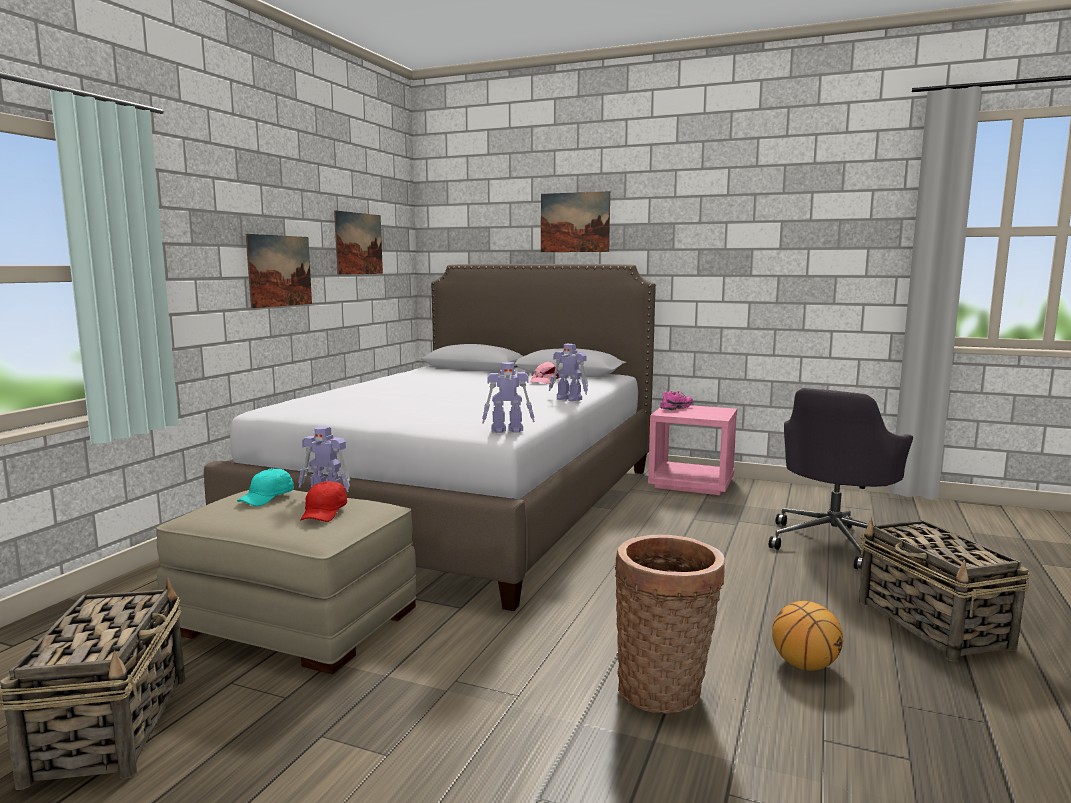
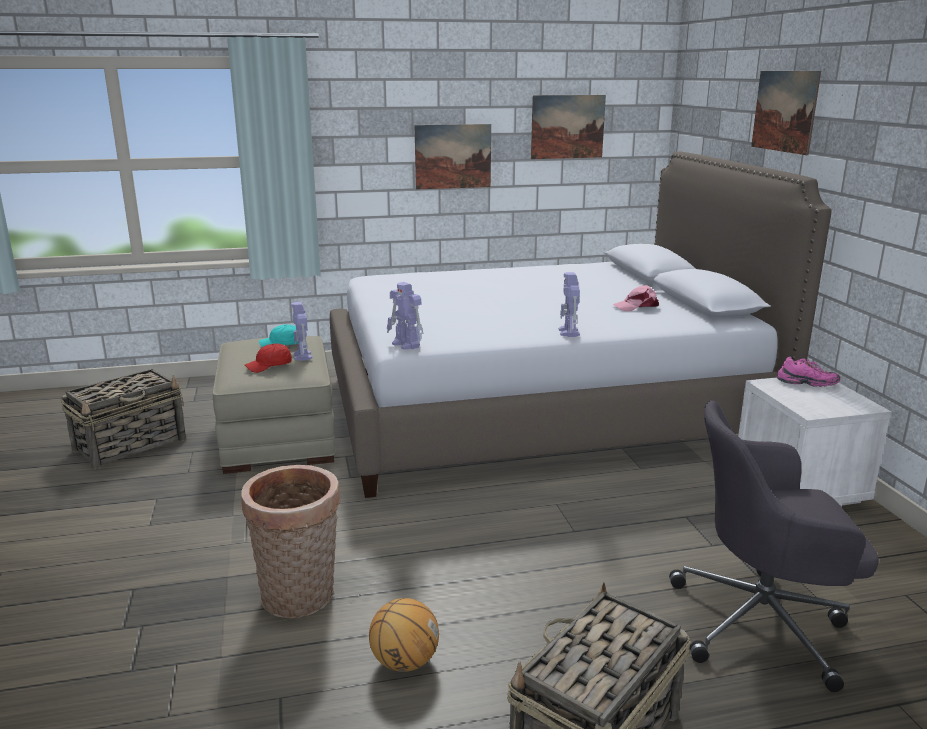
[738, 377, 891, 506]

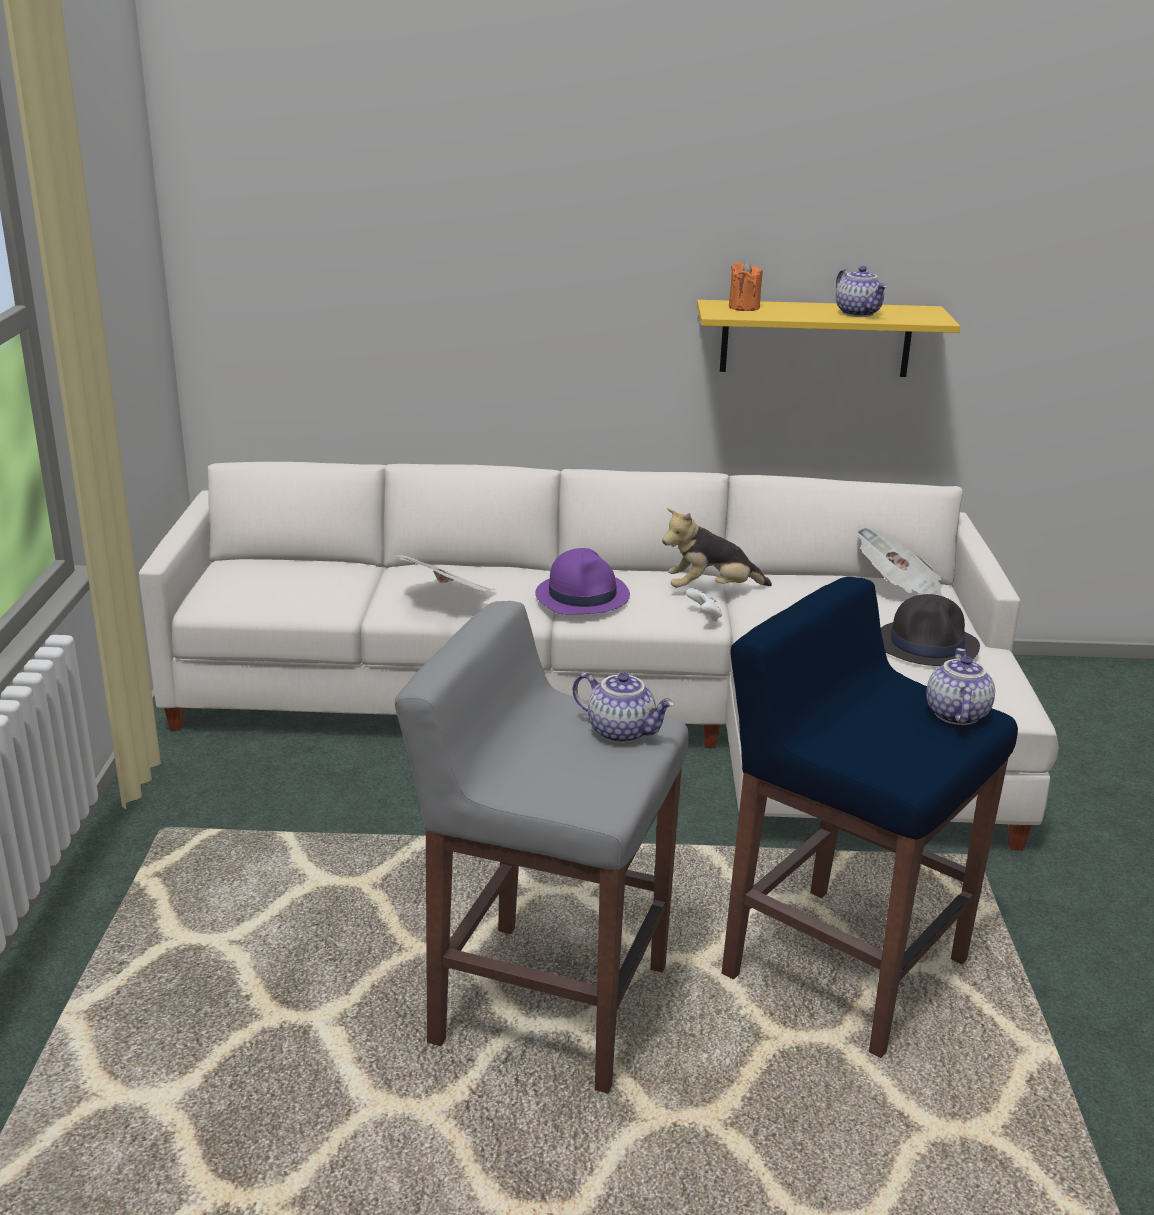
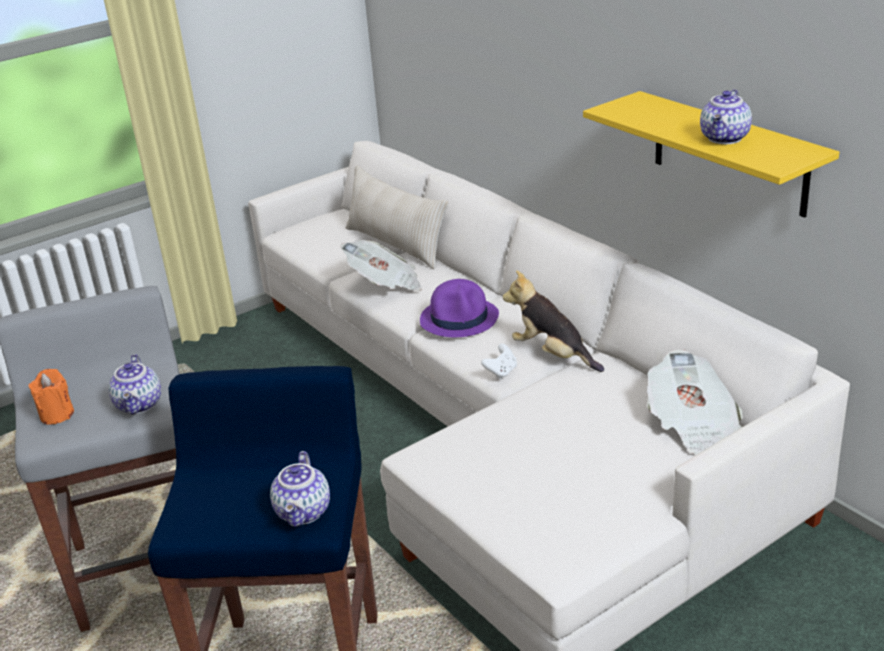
[881, 594, 980, 666] (first image)
[346, 165, 448, 269]
[28, 369, 74, 425]
[270, 451, 330, 527]

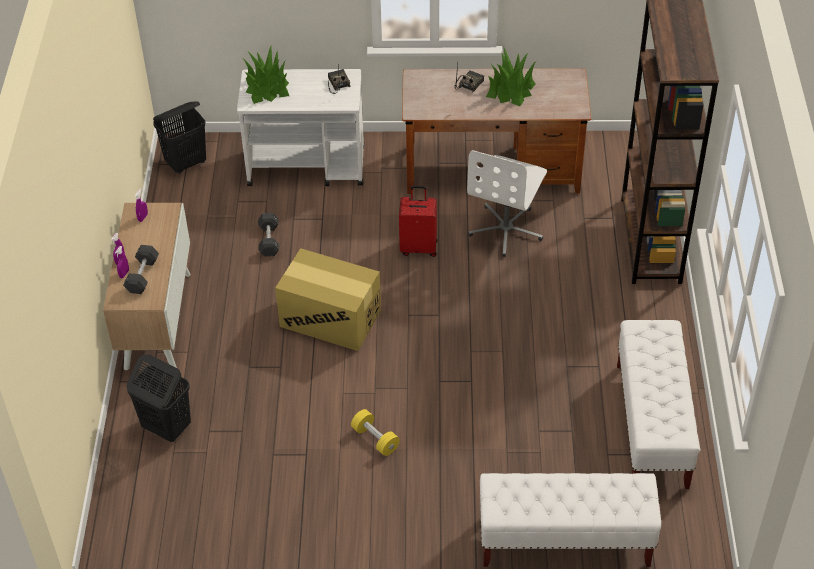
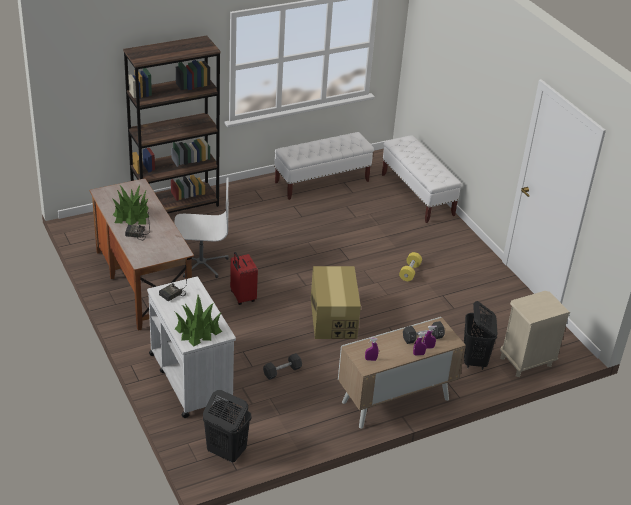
[500, 291, 570, 377]

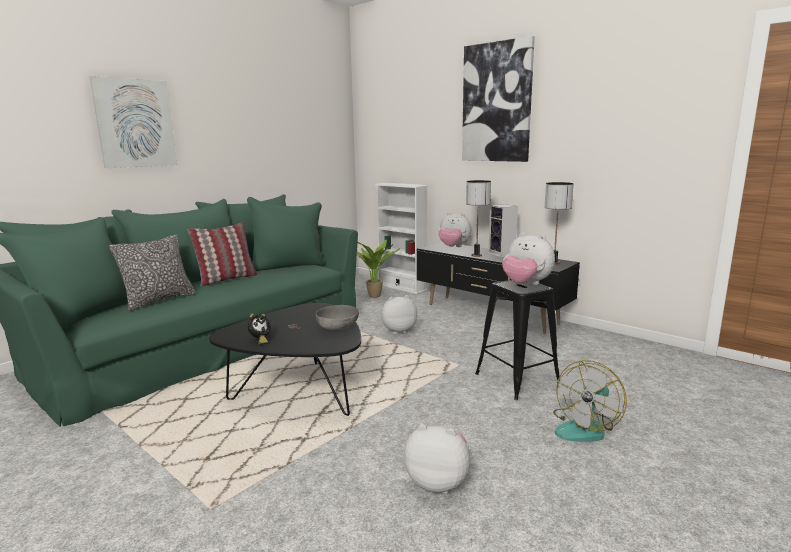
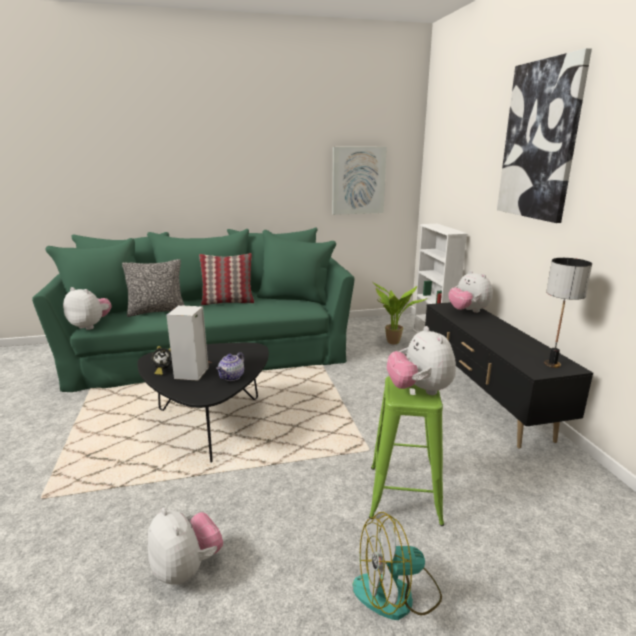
[466, 180, 491, 257] (first image)
[332, 147, 387, 215]
[63, 287, 111, 330]
[166, 305, 209, 381]
[216, 352, 244, 381]
[369, 376, 444, 526]

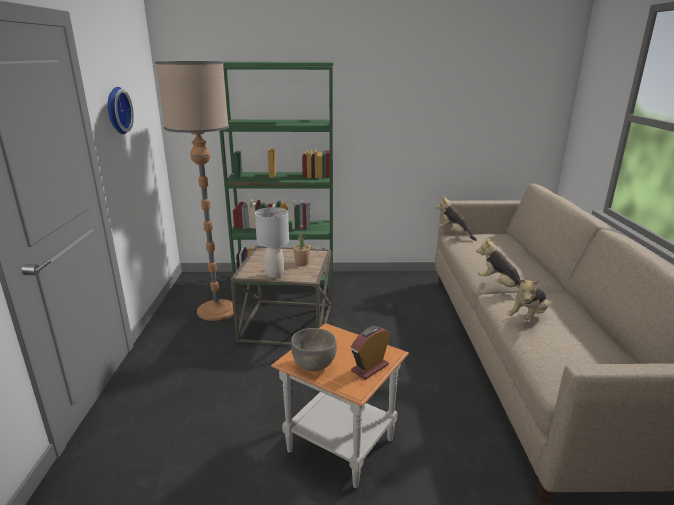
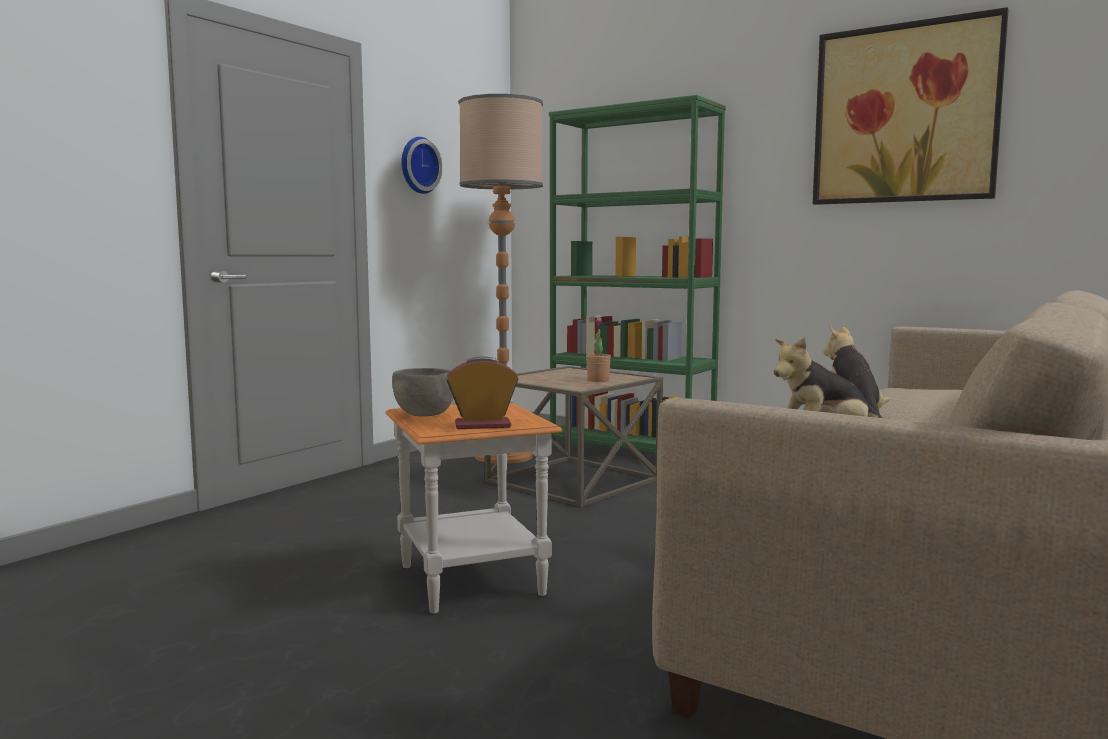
[255, 207, 289, 278] (first image)
[436, 196, 477, 241] (first image)
[813, 7, 1009, 205]

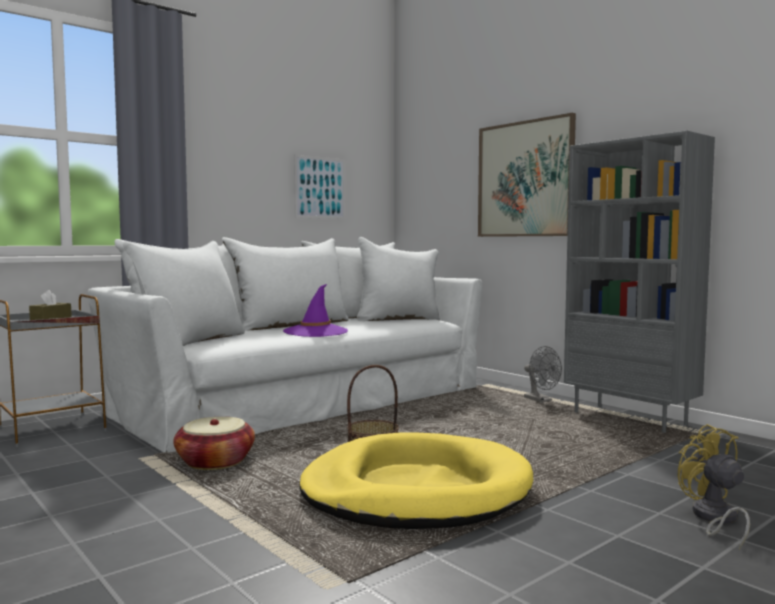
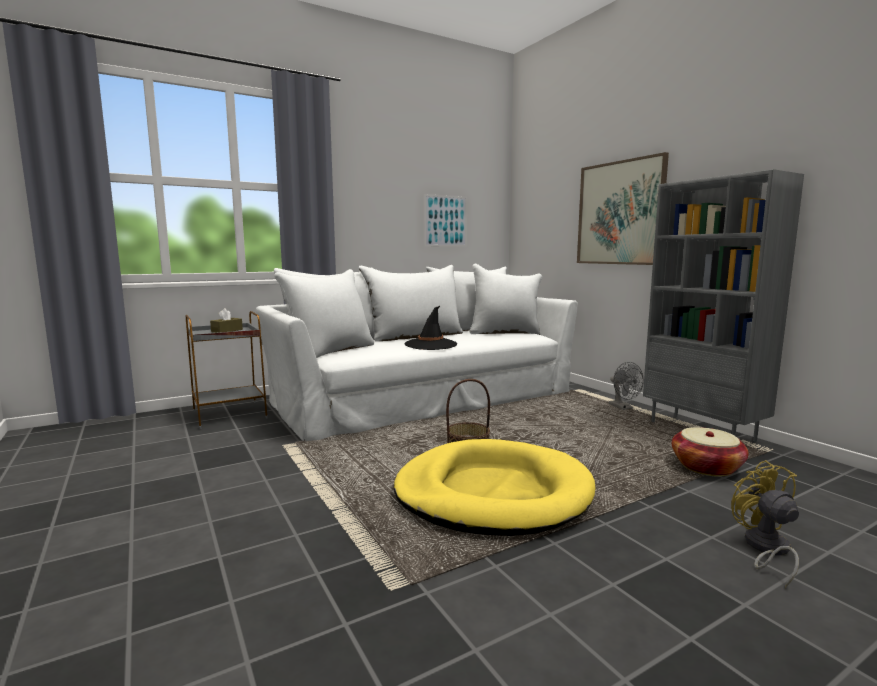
[672, 427, 749, 477]
[405, 306, 457, 350]

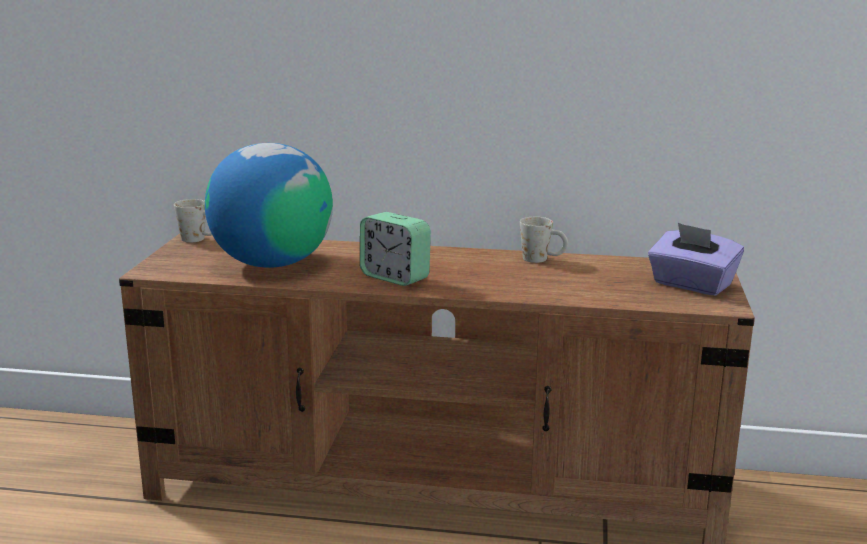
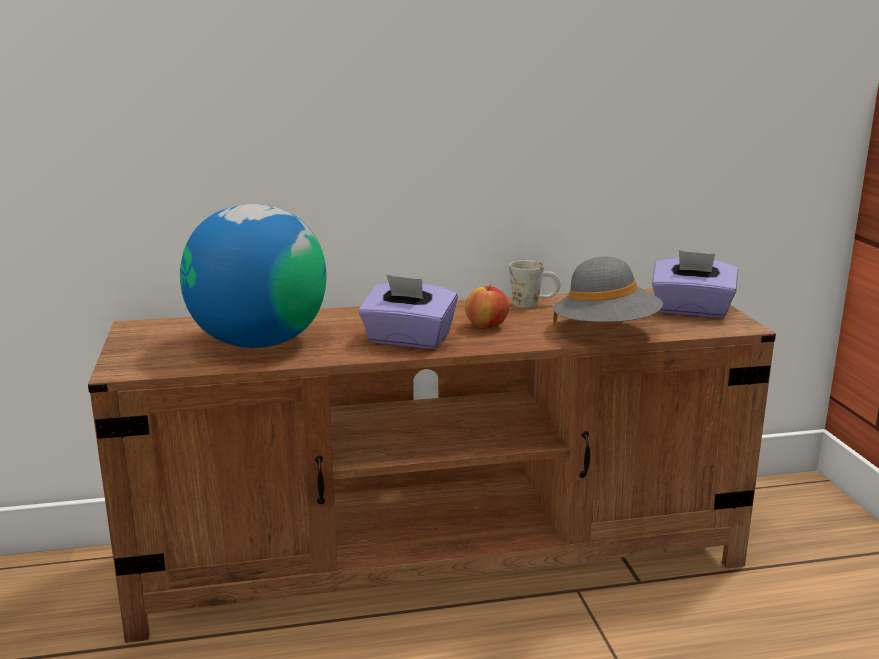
[174, 199, 212, 243] (first image)
[465, 285, 509, 328]
[553, 257, 663, 324]
[358, 274, 458, 349]

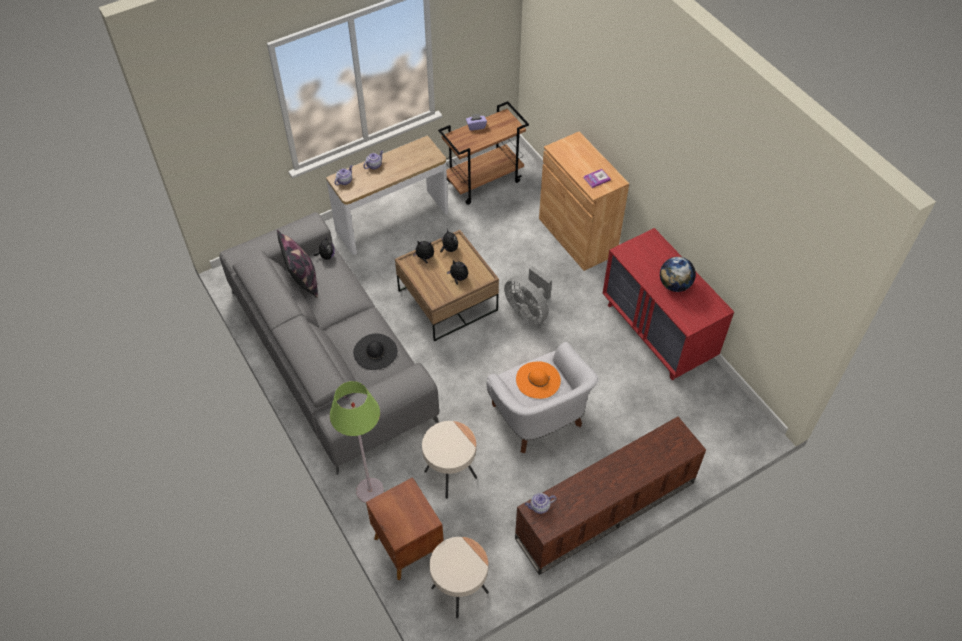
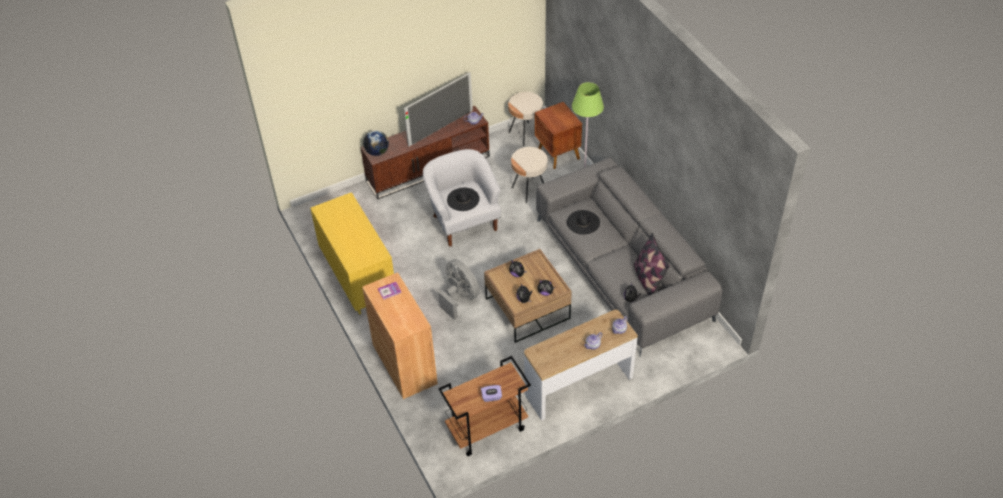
[403, 72, 473, 147]
[363, 130, 389, 156]
[447, 188, 480, 211]
[310, 192, 394, 315]

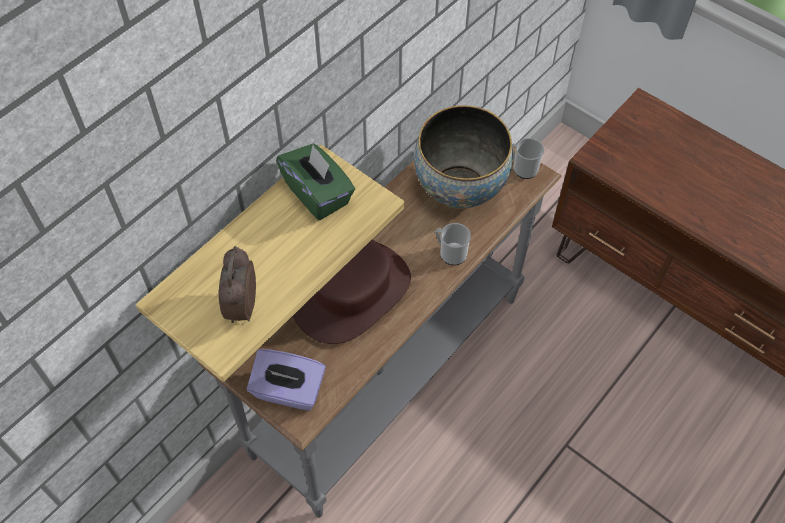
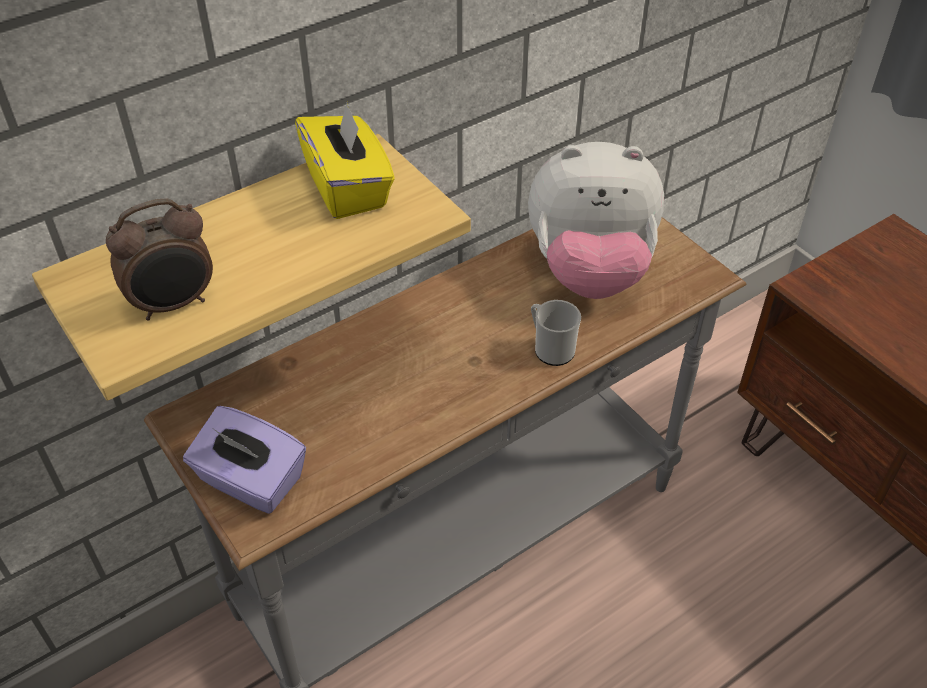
[293, 240, 411, 344] (first image)
[512, 138, 544, 179] (first image)
[528, 142, 664, 299]
[295, 103, 395, 219]
[106, 198, 213, 321]

